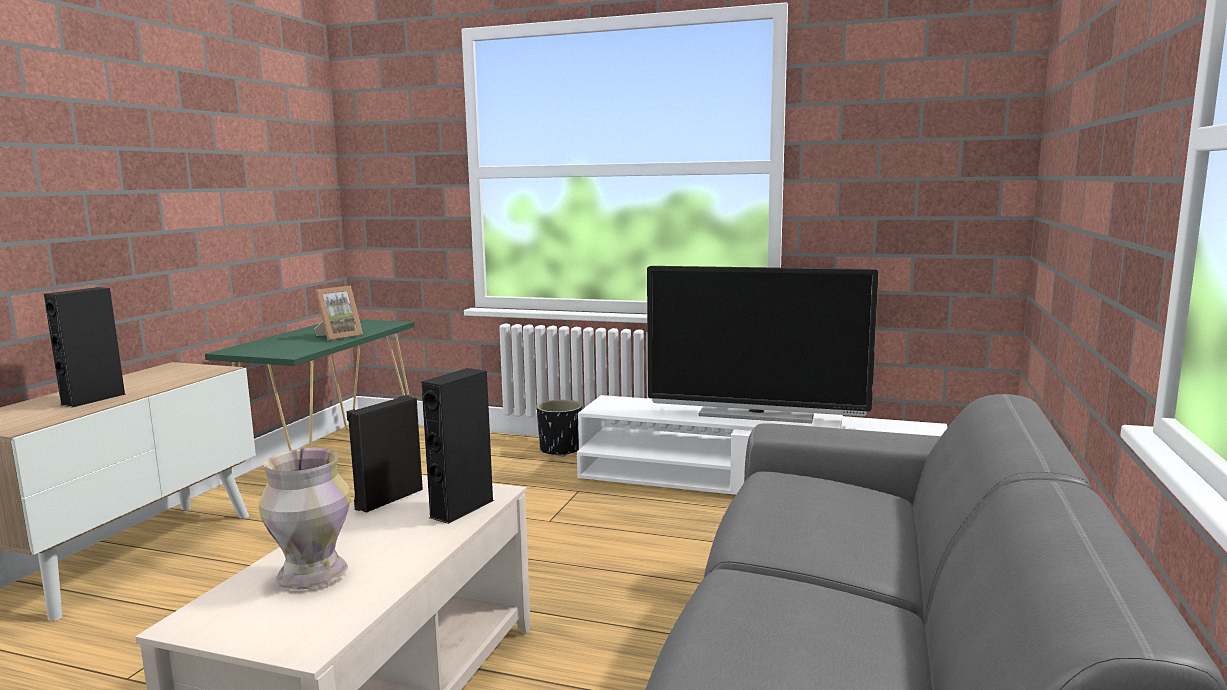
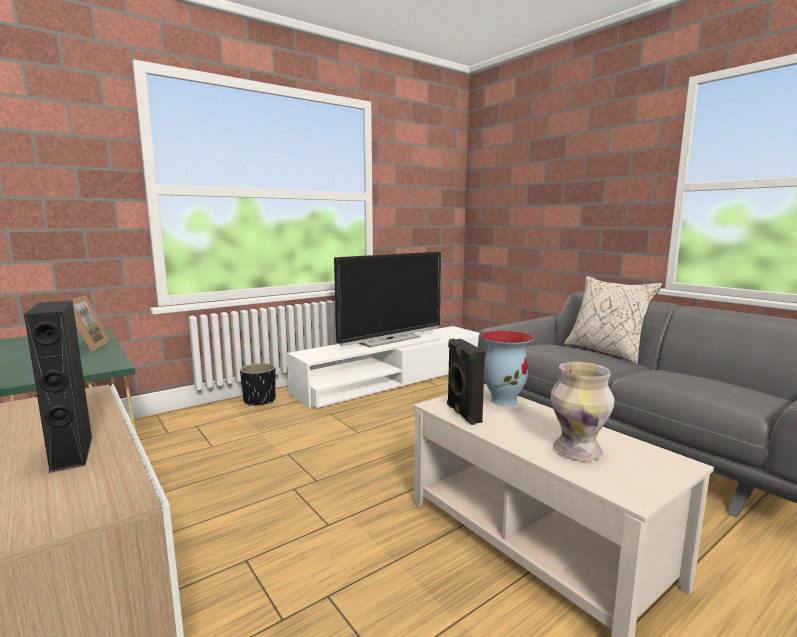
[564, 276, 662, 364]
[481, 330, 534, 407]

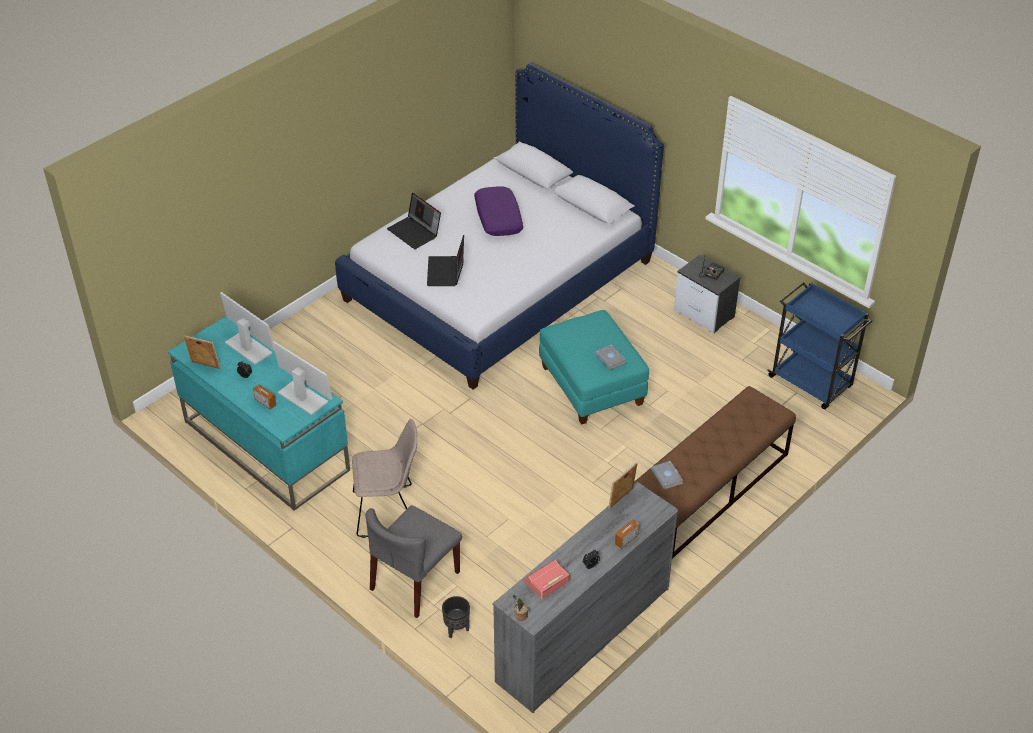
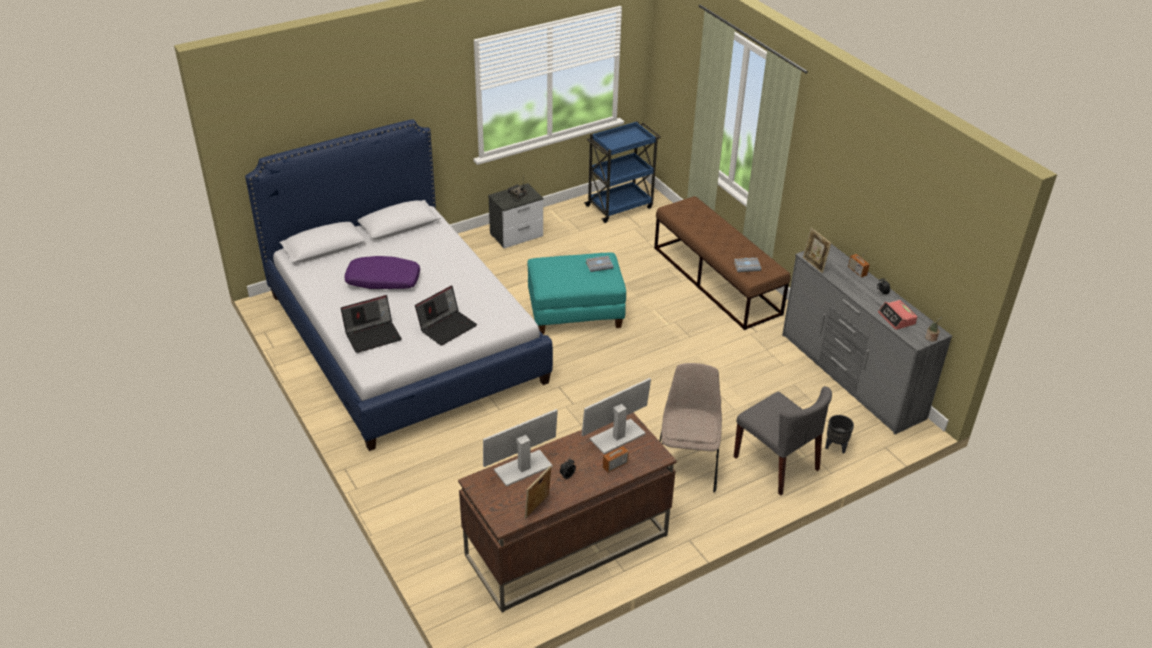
[458, 413, 677, 613]
[415, 286, 477, 346]

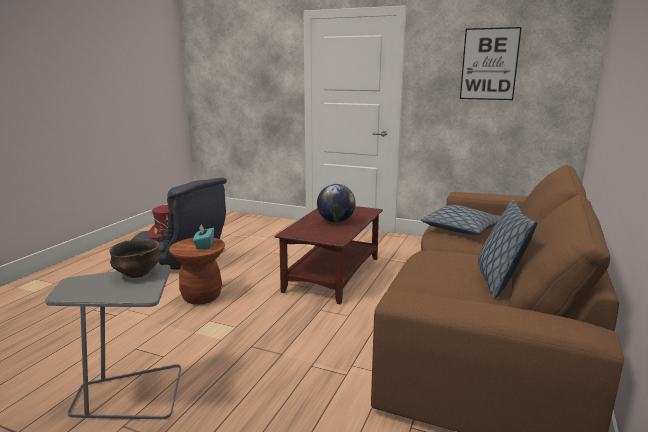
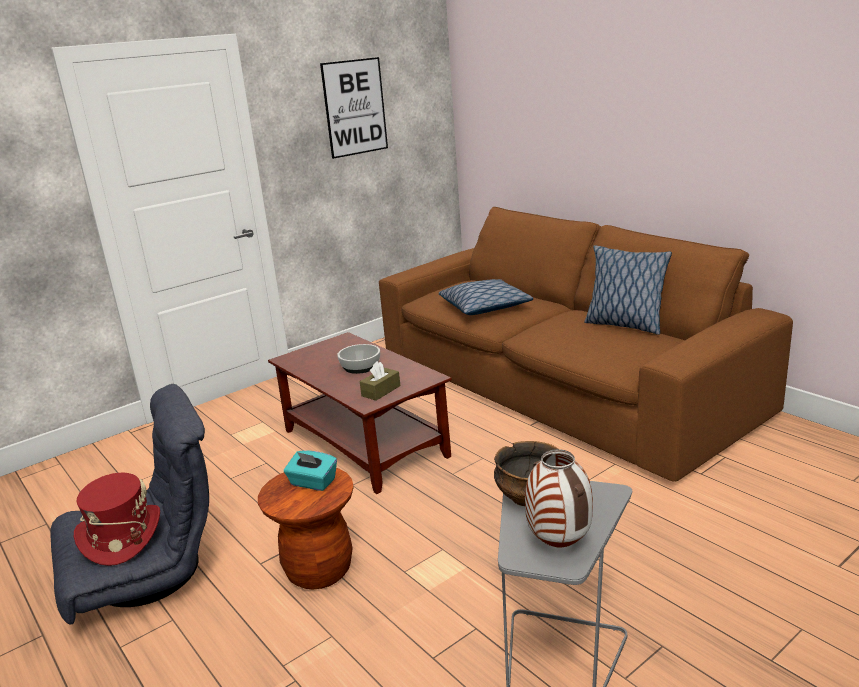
[360, 361, 400, 400]
[525, 449, 593, 547]
[337, 344, 380, 374]

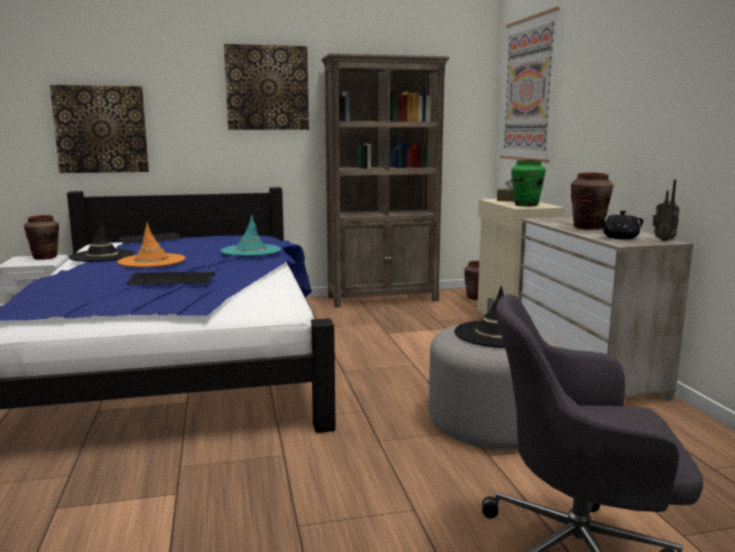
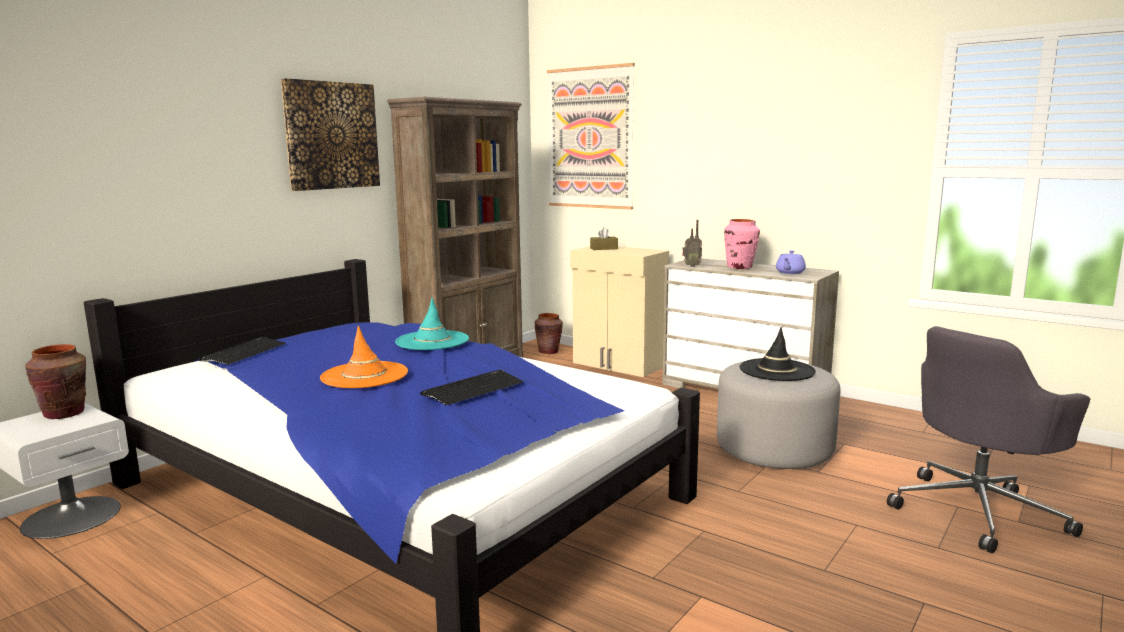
[50, 85, 149, 173] (first image)
[69, 220, 134, 262] (first image)
[511, 160, 546, 207] (first image)
[682, 220, 702, 267]
[724, 219, 760, 269]
[776, 250, 806, 274]

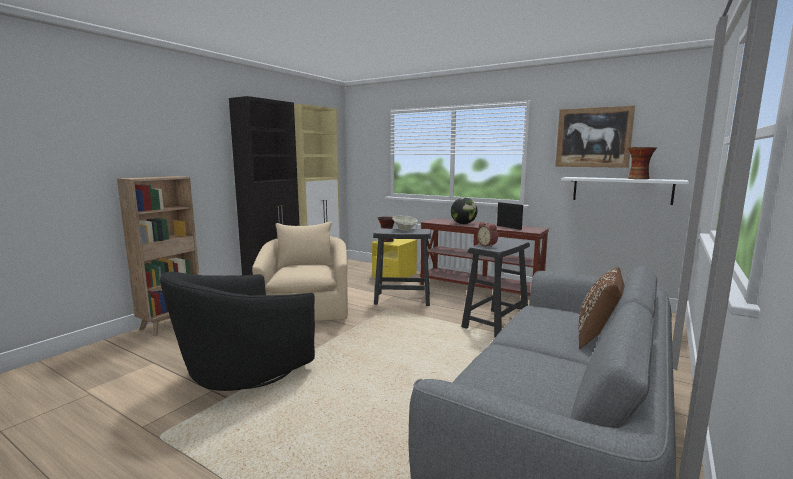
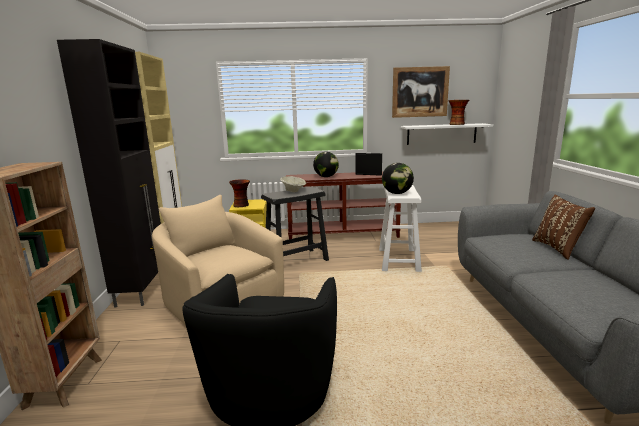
[382, 163, 414, 194]
[379, 185, 422, 272]

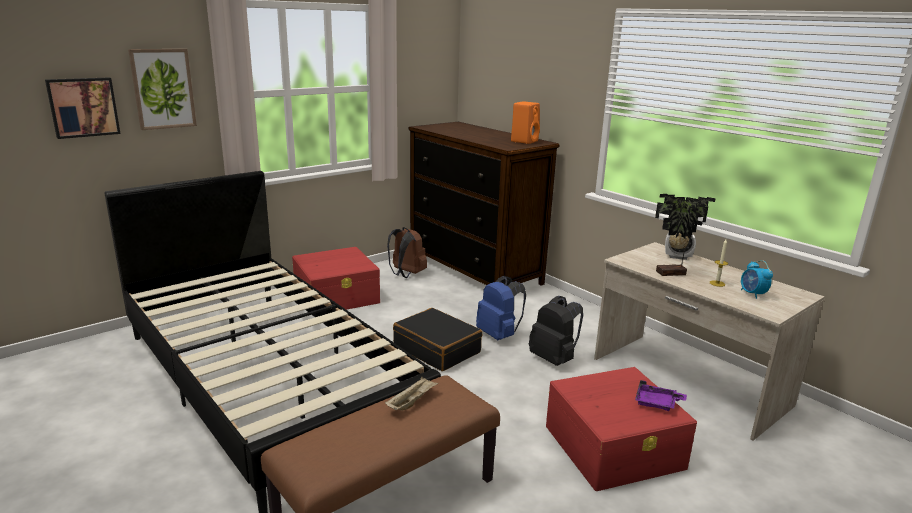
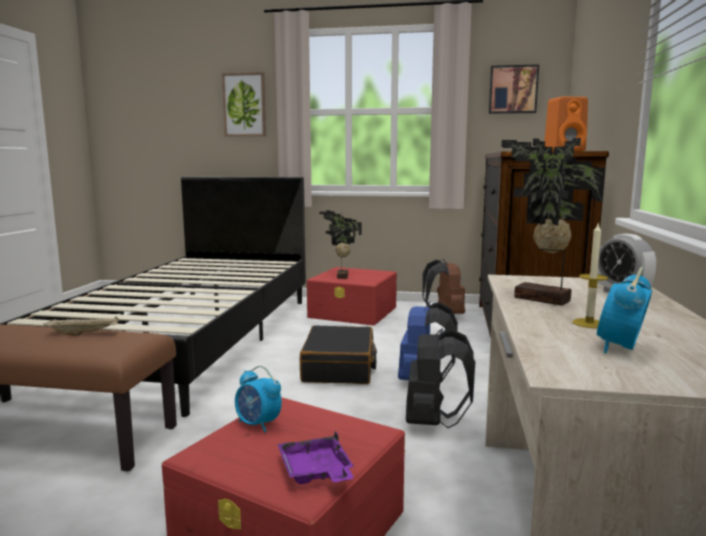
[235, 366, 282, 433]
[319, 210, 361, 279]
[489, 64, 539, 114]

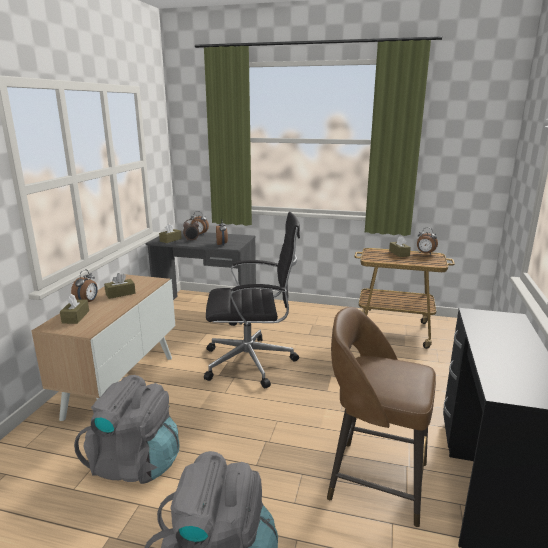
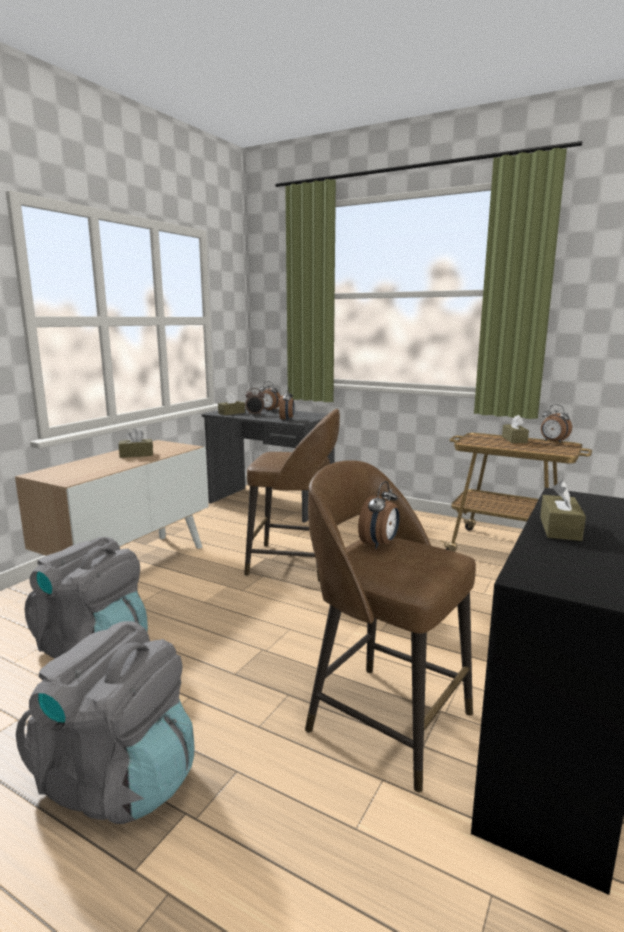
[540, 480, 586, 541]
[358, 481, 400, 549]
[244, 409, 340, 582]

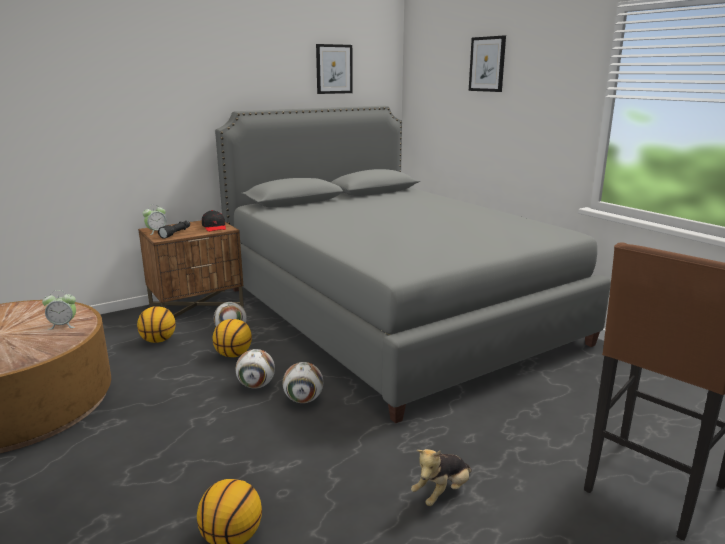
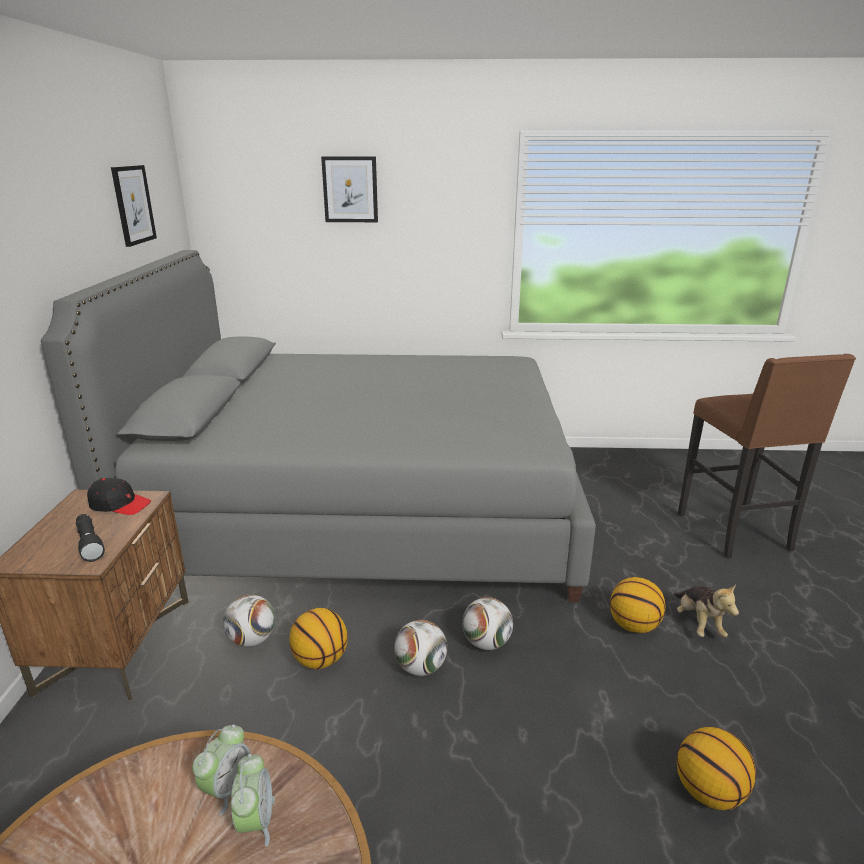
[610, 577, 665, 633]
[231, 754, 275, 847]

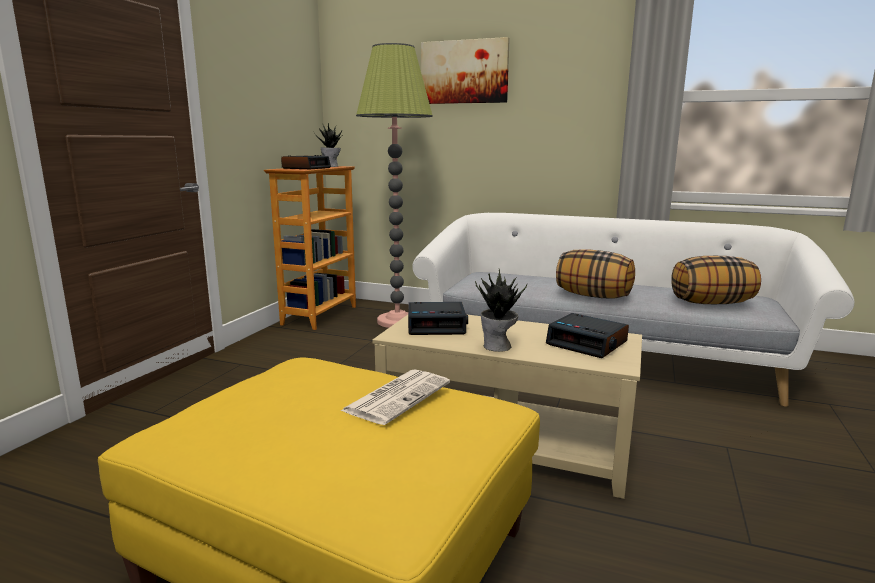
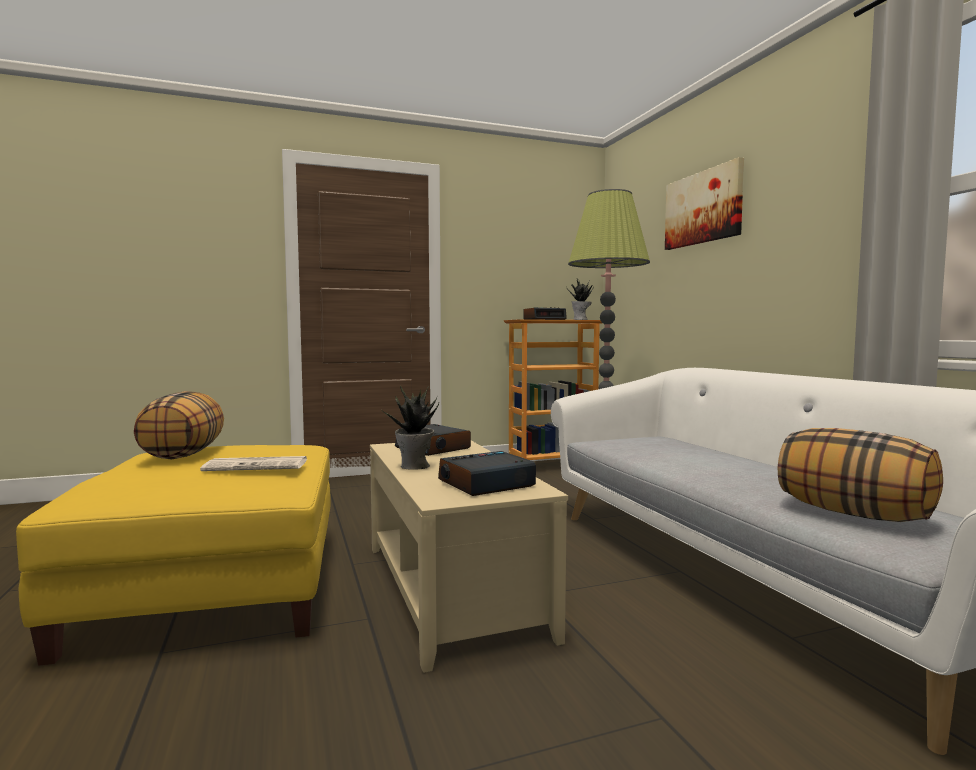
[134, 391, 224, 459]
[438, 451, 536, 496]

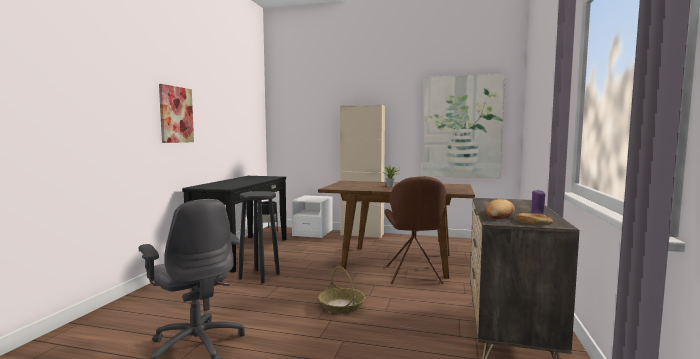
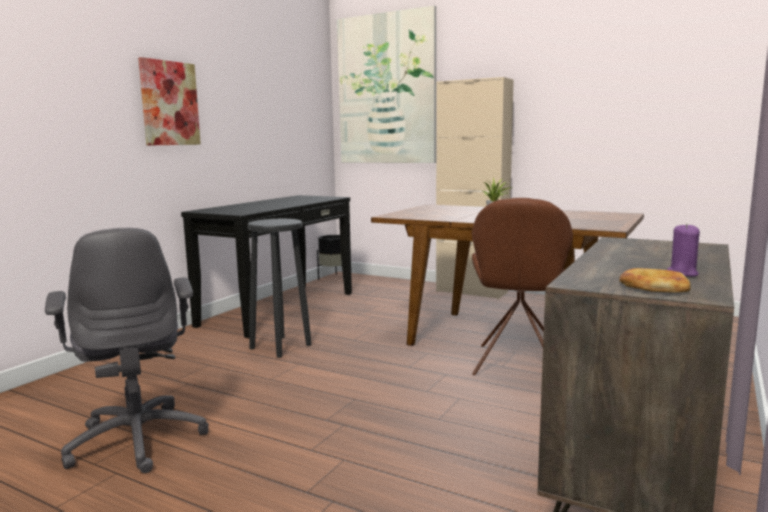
[291, 195, 333, 238] (first image)
[318, 266, 365, 314] (first image)
[485, 199, 515, 219] (first image)
[337, 6, 436, 163]

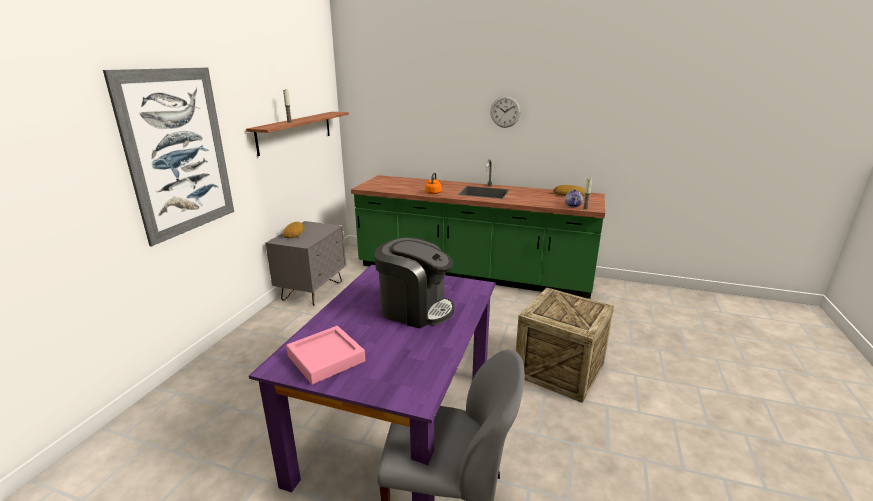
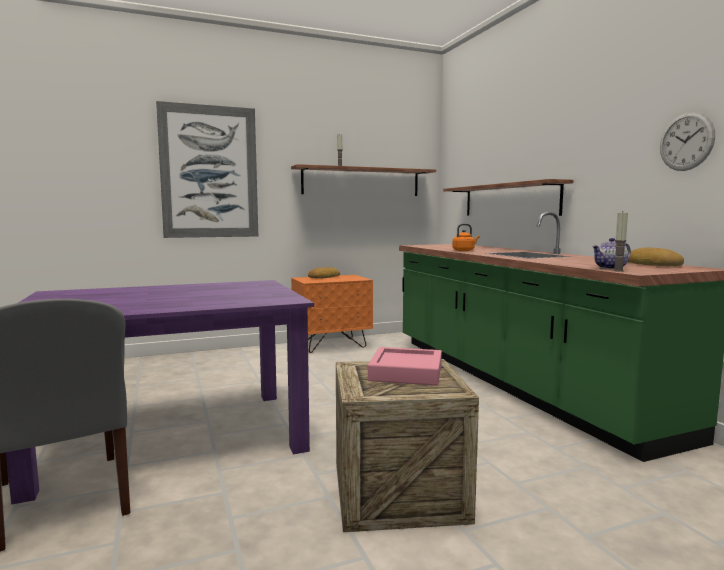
[374, 237, 455, 328] (first image)
[443, 179, 574, 216]
[368, 347, 442, 386]
[660, 112, 715, 171]
[291, 275, 373, 353]

